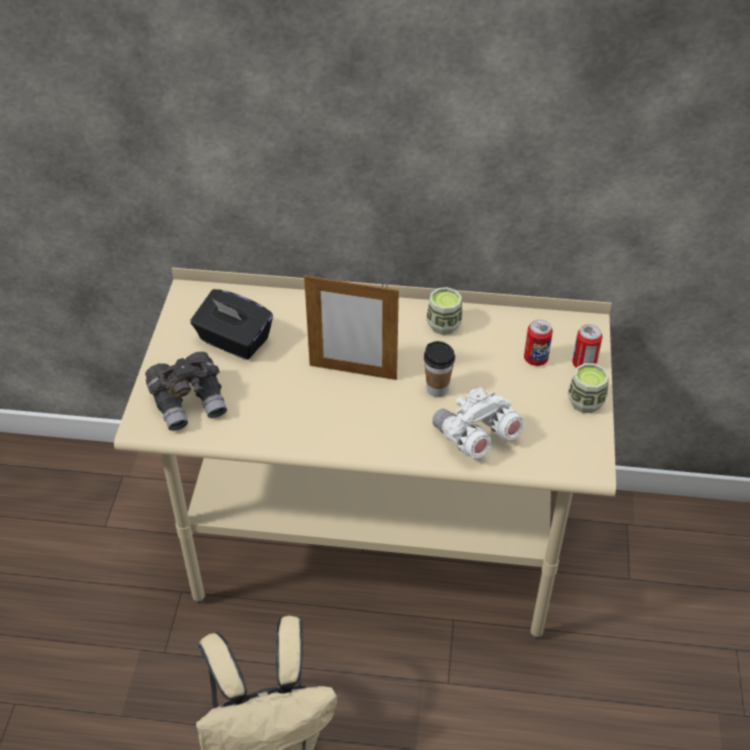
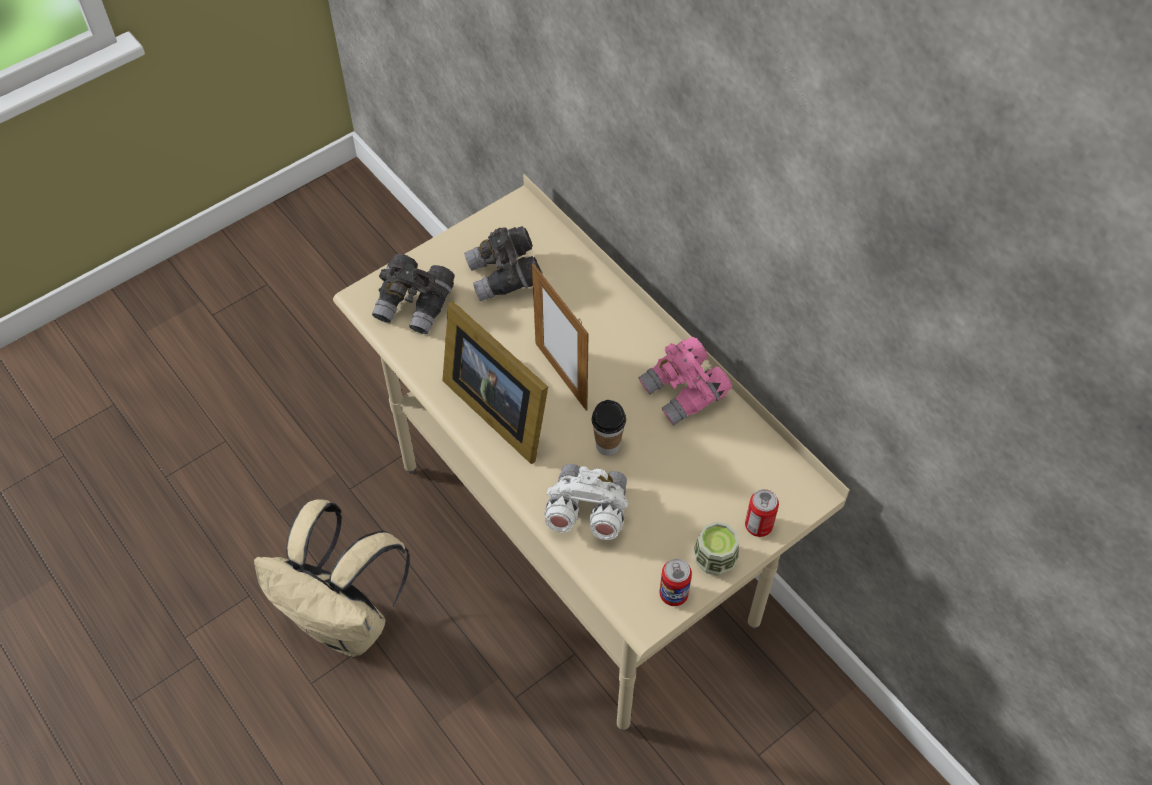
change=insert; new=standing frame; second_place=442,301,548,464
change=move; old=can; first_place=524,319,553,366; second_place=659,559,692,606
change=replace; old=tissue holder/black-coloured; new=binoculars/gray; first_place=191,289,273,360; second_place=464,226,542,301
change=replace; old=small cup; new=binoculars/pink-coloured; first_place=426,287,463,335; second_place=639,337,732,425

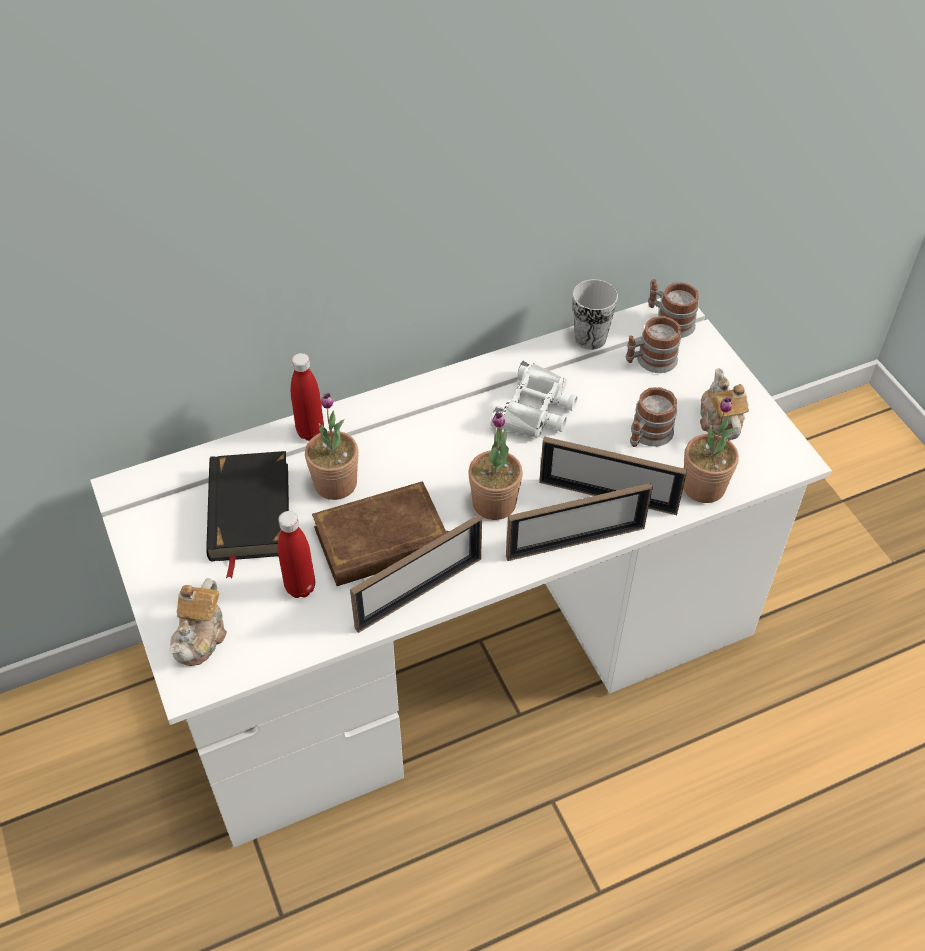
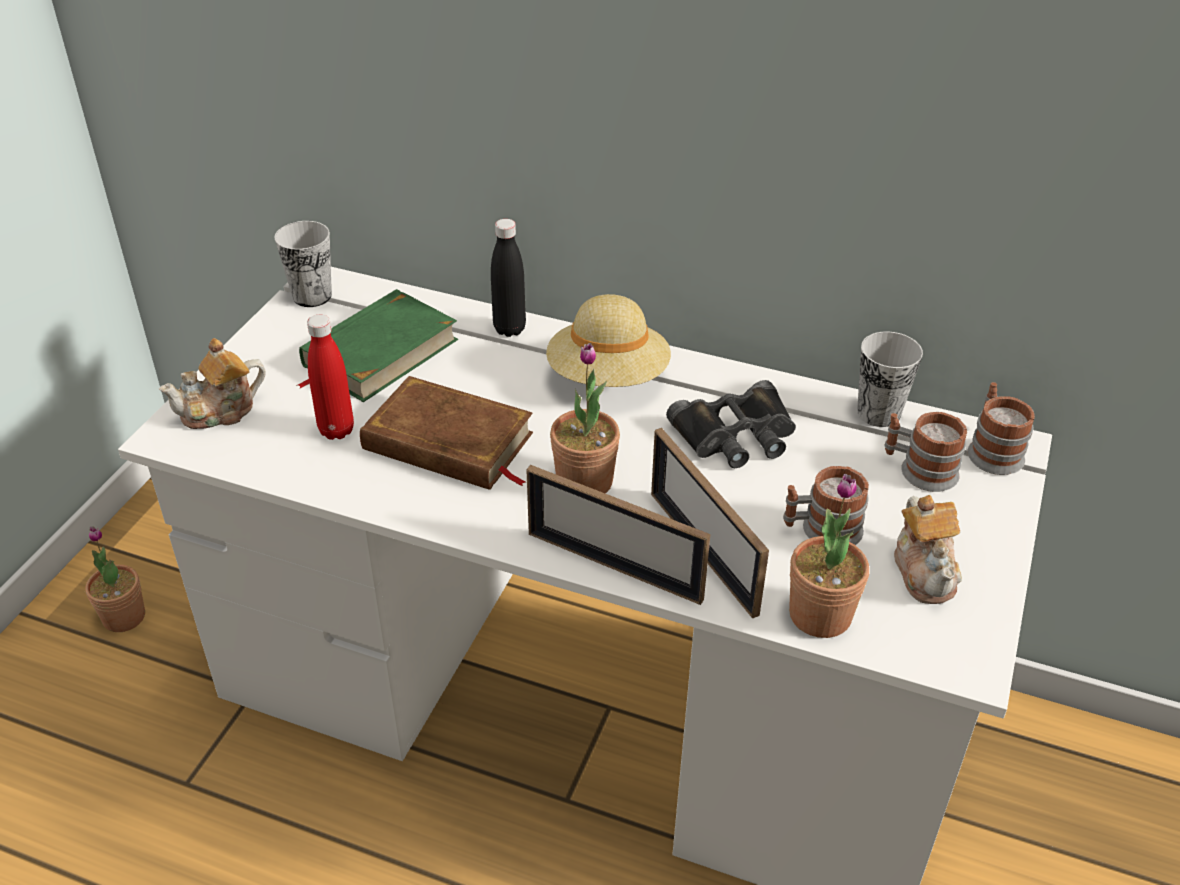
change=delete; old=standing frame; first_place=350,514,482,633
change=insert; new=small cup; second_place=275,221,332,307
change=insert; new=wearable hat/beige-coloured; second_place=546,294,671,387
change=move; old=plant in a pot; first_place=305,393,359,500; second_place=85,526,145,632
change=recolor; old=volume/black-coloured; new=volume/green-coloured; first_place=206,451,289,578; second_place=297,289,458,402
change=recolor; old=beverage bottle/red; new=beverage bottle/black-coloured; first_place=291,353,324,441; second_place=491,219,526,337
change=recolor; old=binoculars/whitish; new=binoculars/black-coloured; first_place=490,360,578,439; second_place=666,380,796,468
change=rotate; old=teapot; first_place=700,368,749,440; second_place=894,495,962,604; degrees=135

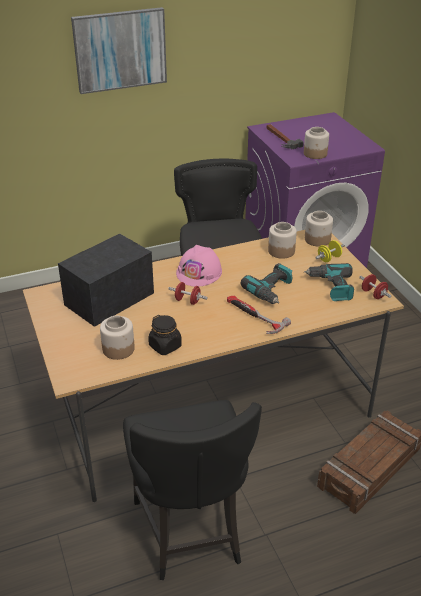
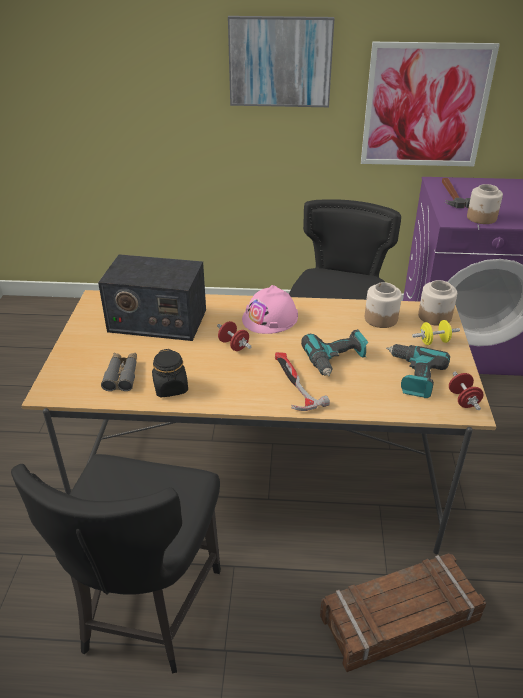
change=insert; new=wall picture; second_place=361,42,500,166
change=replace; old=preserve jar; new=binoculars/gray; first_place=100,316,135,360; second_place=101,353,137,391
change=rotate; old=radio receiver; first_place=58,234,154,327; second_place=98,254,206,341; degrees=-150

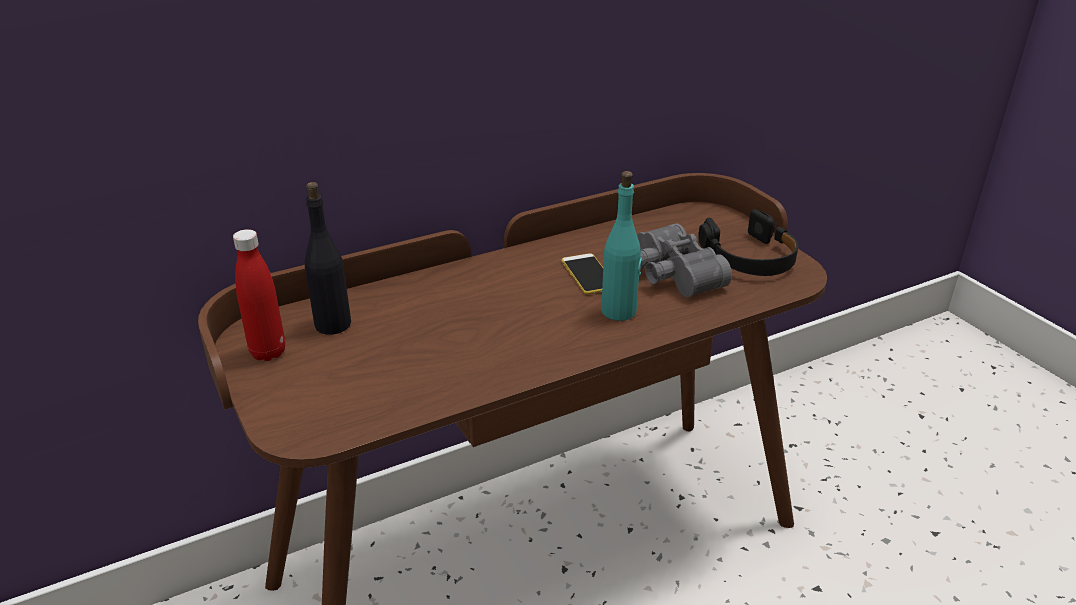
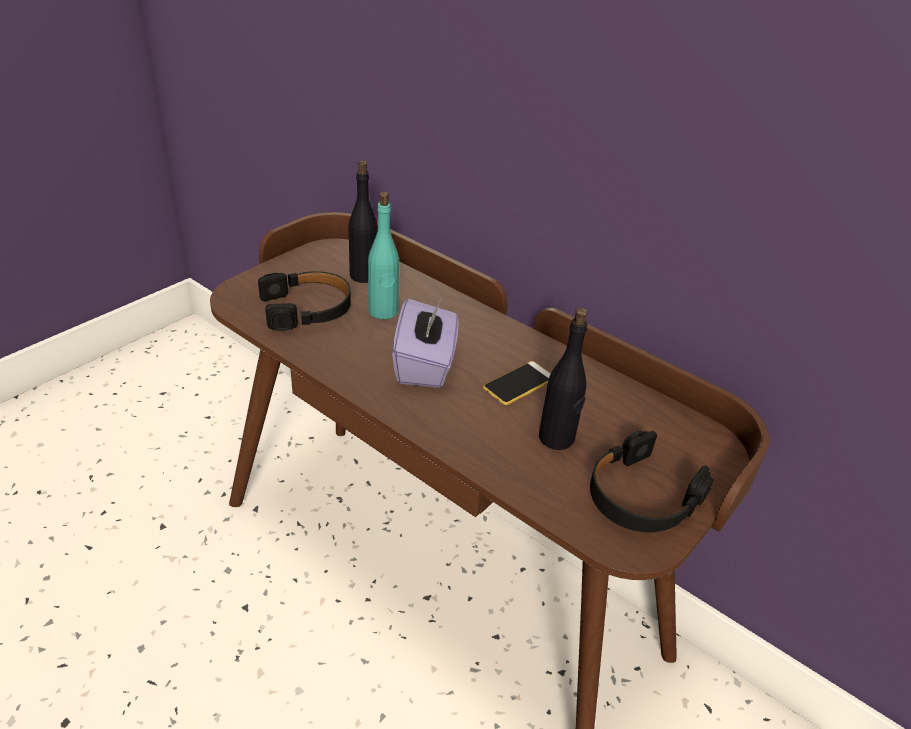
change=delete; old=beverage bottle/red; first_place=233,229,285,361
change=insert; new=headphones/black-coloured; second_place=258,271,351,331
change=insert; new=tissue holder/purple; second_place=392,299,459,388
change=move; old=beverage bottle/turquoise; first_place=601,171,642,321; second_place=368,192,399,319
change=replace; old=binoculars/gray; new=beverage bottle/black-coloured; first_place=637,223,732,297; second_place=539,307,588,450

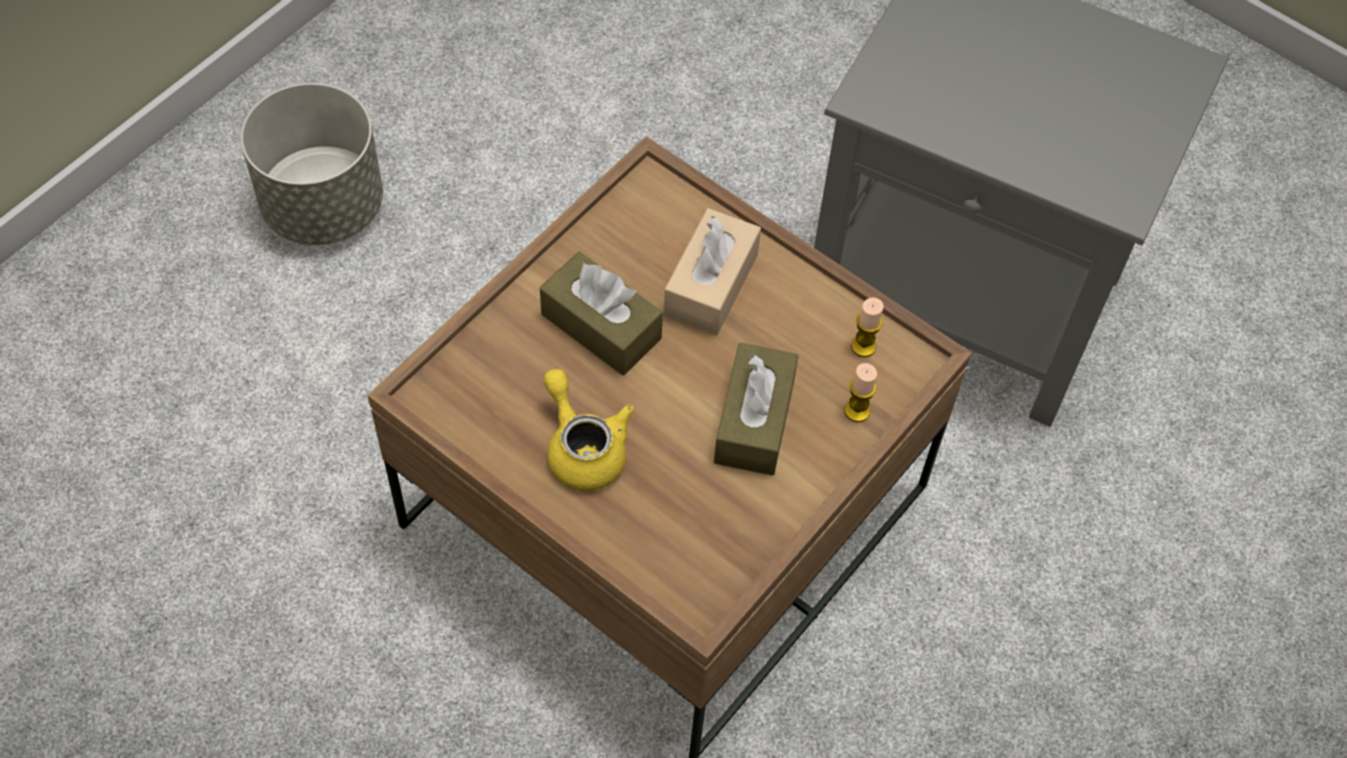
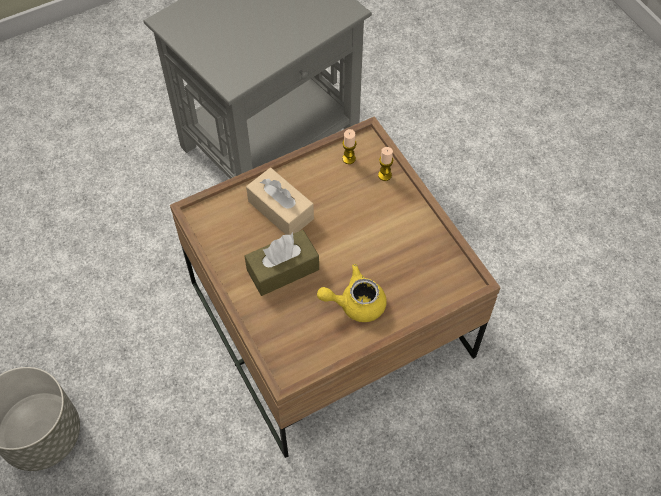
change=delete; old=tissue holder/brown-coloured; first_place=714,343,799,476

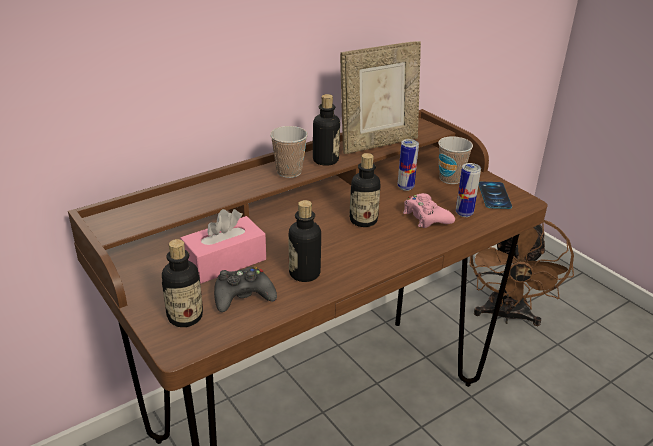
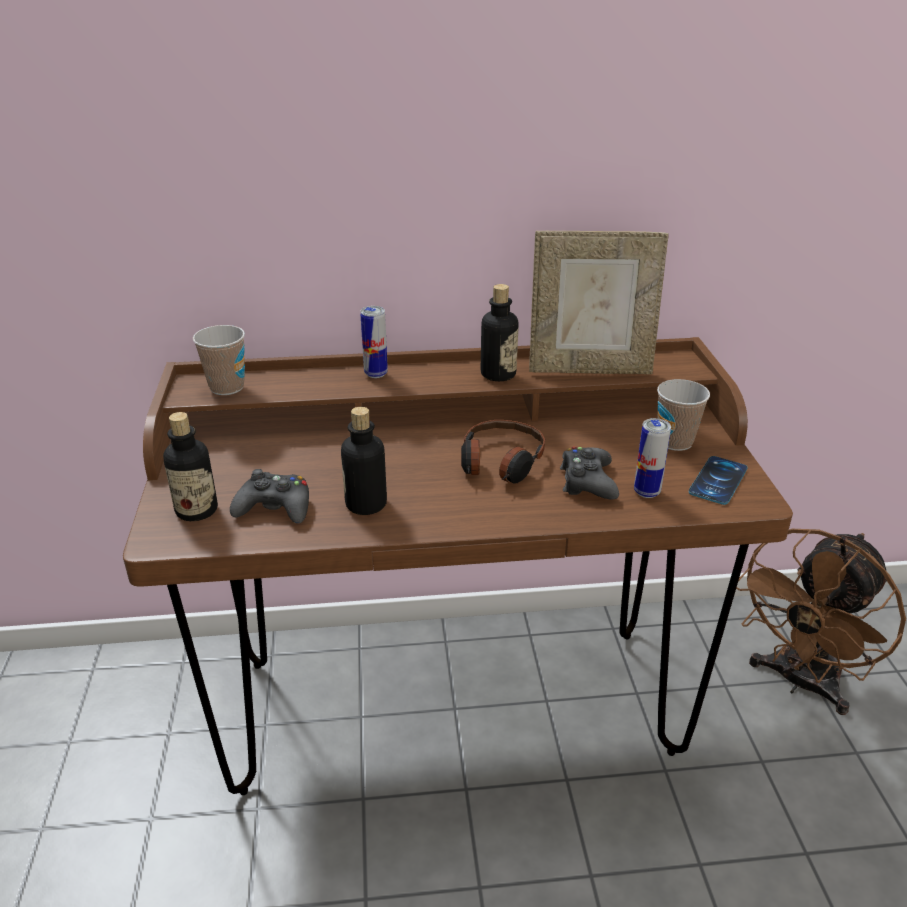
change=delete; old=tissue holder/pink-coloured; first_place=180,209,266,284
change=move; old=small cup; first_place=270,126,308,178; second_place=193,325,245,395
change=move; old=can; first_place=398,139,419,191; second_place=360,306,388,378
change=replace; old=beverage bottle; new=headphones; first_place=349,153,380,227; second_place=461,420,545,483
change=recolor; old=joypad/pink-coloured; new=joypad/black-coloured; first_place=403,193,455,228; second_place=560,447,619,500

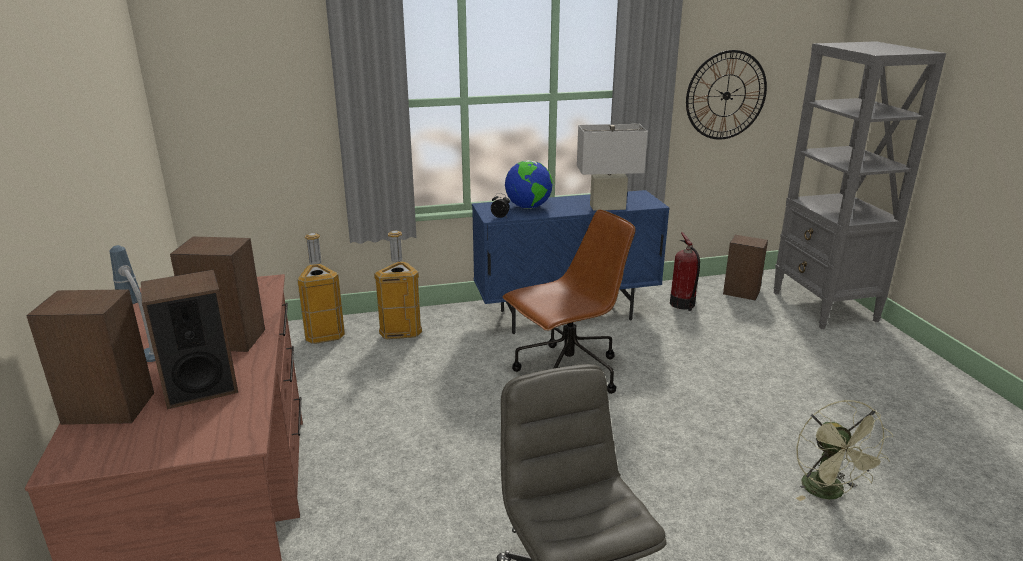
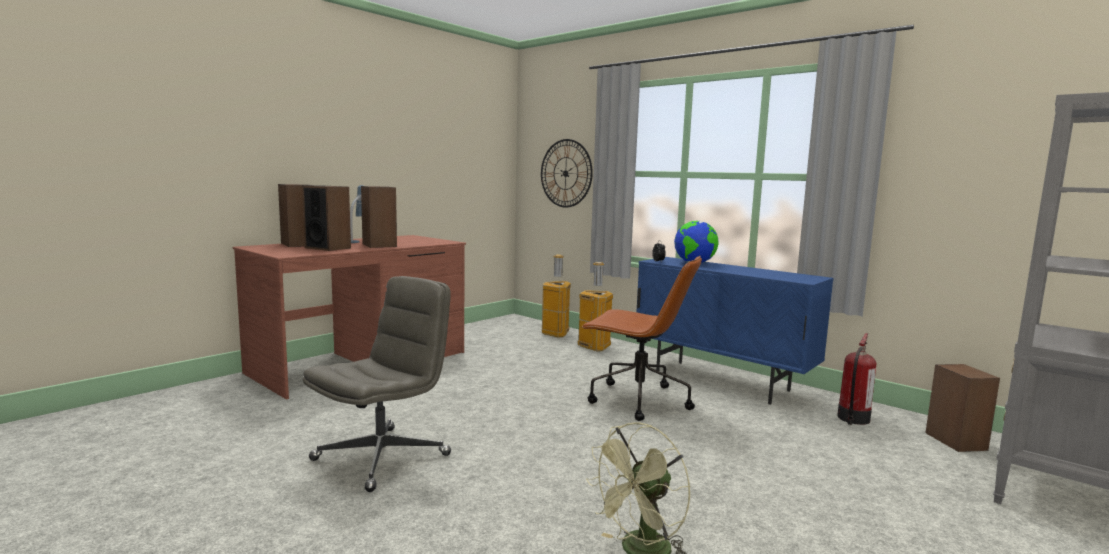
change=delete; old=lamp for a table/whitish; first_place=577,124,648,211
change=move; old=clock on the wall; first_place=686,50,767,140; second_place=541,139,593,208

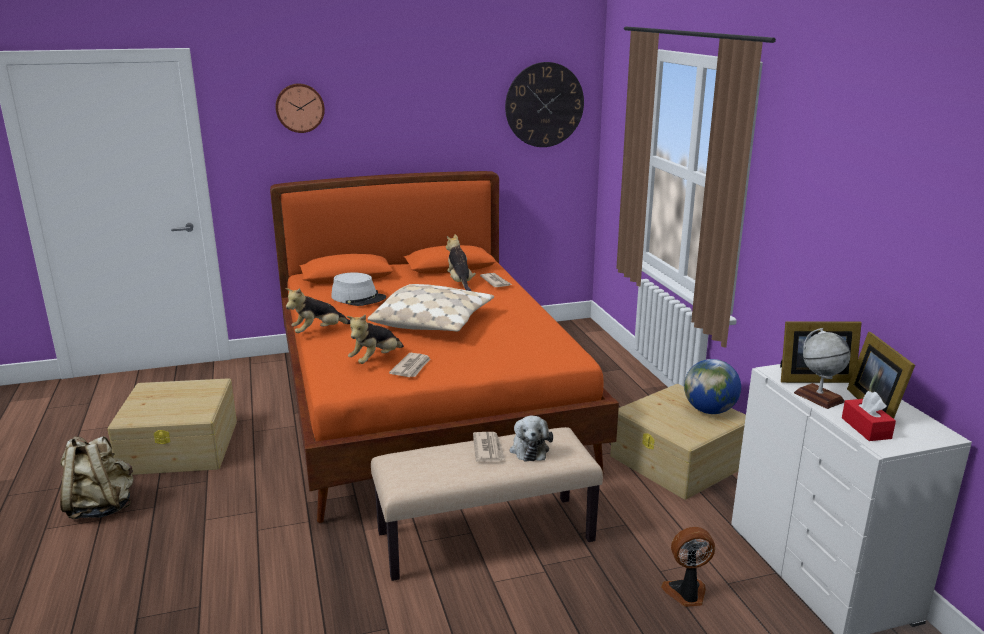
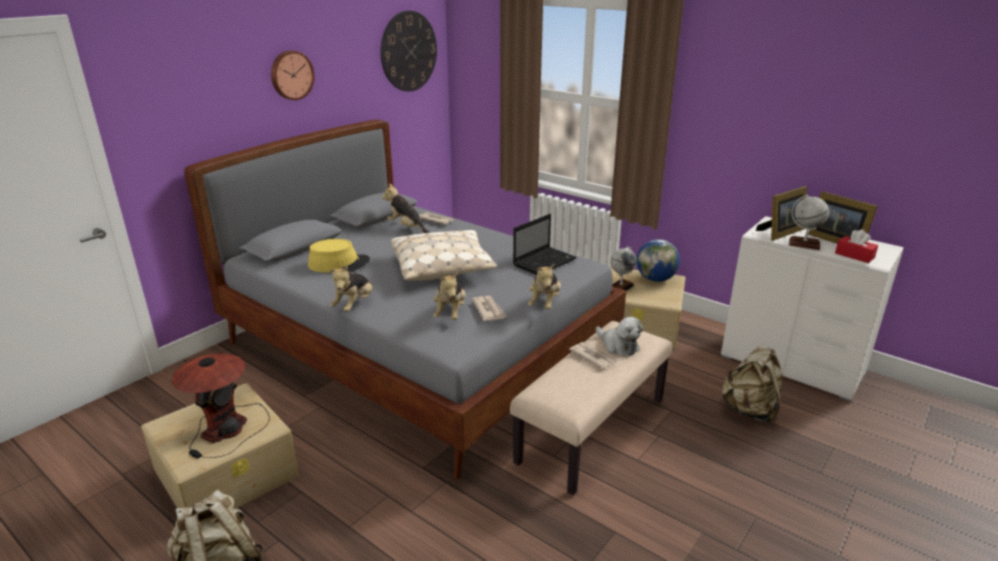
change=insert; new=lamp for a table; second_place=171,353,270,459
change=insert; new=portable computer; second_place=513,214,577,275
change=insert; new=plush toy; second_place=528,264,561,310
change=insert; new=globe; second_place=610,246,637,291
change=move; old=clock on the wall; first_place=275,83,325,133; second_place=271,51,315,100
change=replace; old=electric fan; new=rucksack/beige-coloured; first_place=661,527,715,607; second_place=721,345,783,424
change=recolor; old=bedroom bed/orange; new=bedroom bed/gray; first_place=270,171,619,523; second_place=184,119,626,479
change=recolor; old=wearable hat/gray; new=wearable hat/yellow; first_place=331,273,386,306; second_place=308,239,370,272

